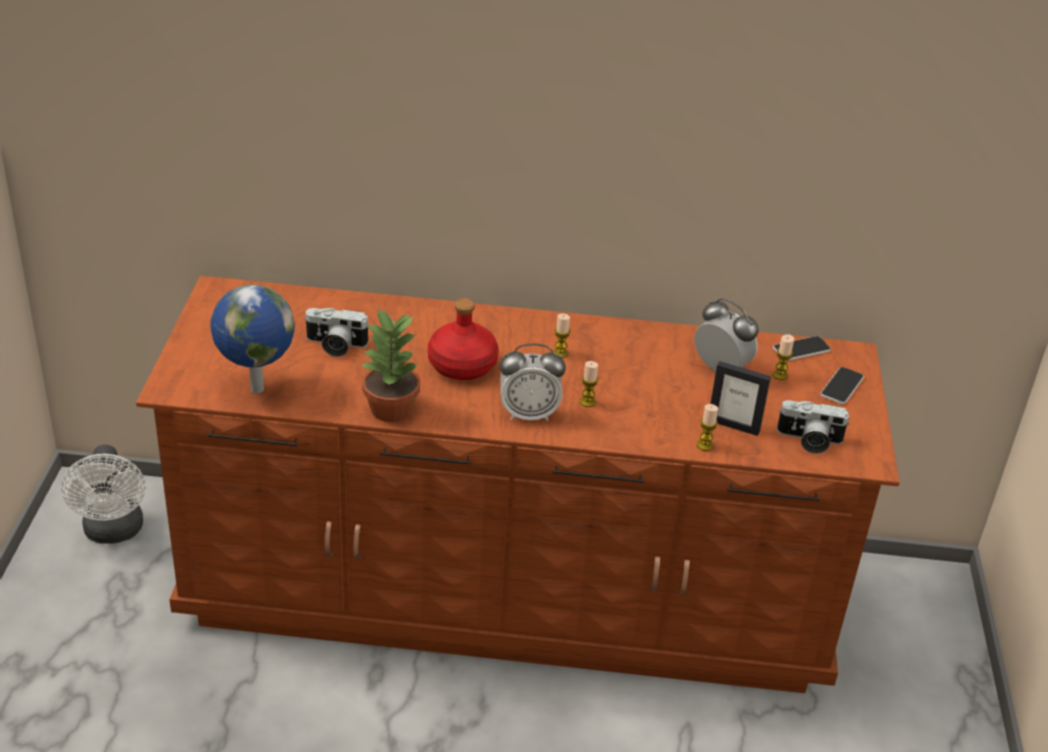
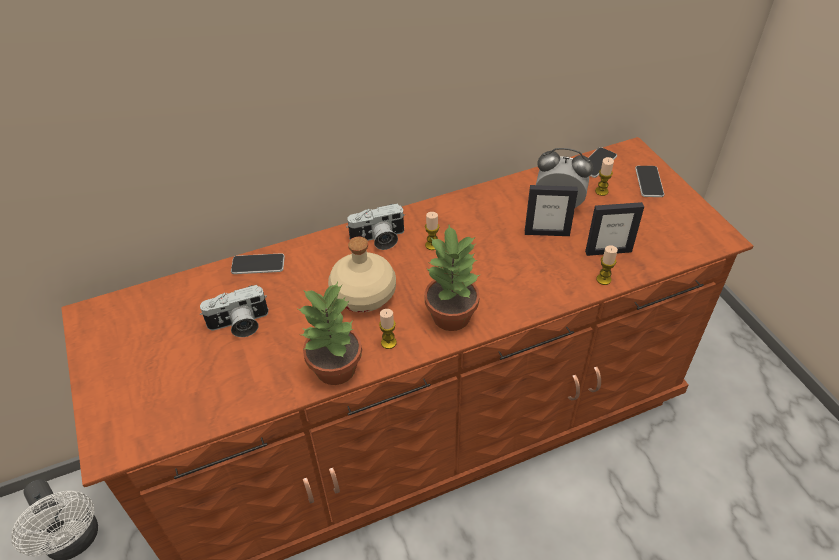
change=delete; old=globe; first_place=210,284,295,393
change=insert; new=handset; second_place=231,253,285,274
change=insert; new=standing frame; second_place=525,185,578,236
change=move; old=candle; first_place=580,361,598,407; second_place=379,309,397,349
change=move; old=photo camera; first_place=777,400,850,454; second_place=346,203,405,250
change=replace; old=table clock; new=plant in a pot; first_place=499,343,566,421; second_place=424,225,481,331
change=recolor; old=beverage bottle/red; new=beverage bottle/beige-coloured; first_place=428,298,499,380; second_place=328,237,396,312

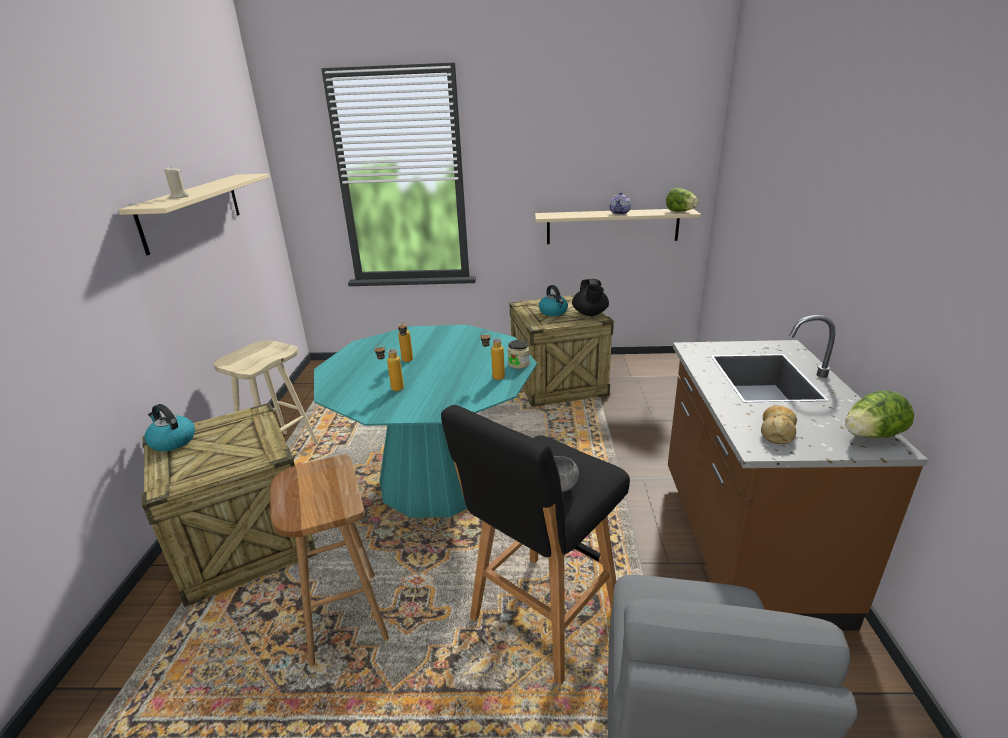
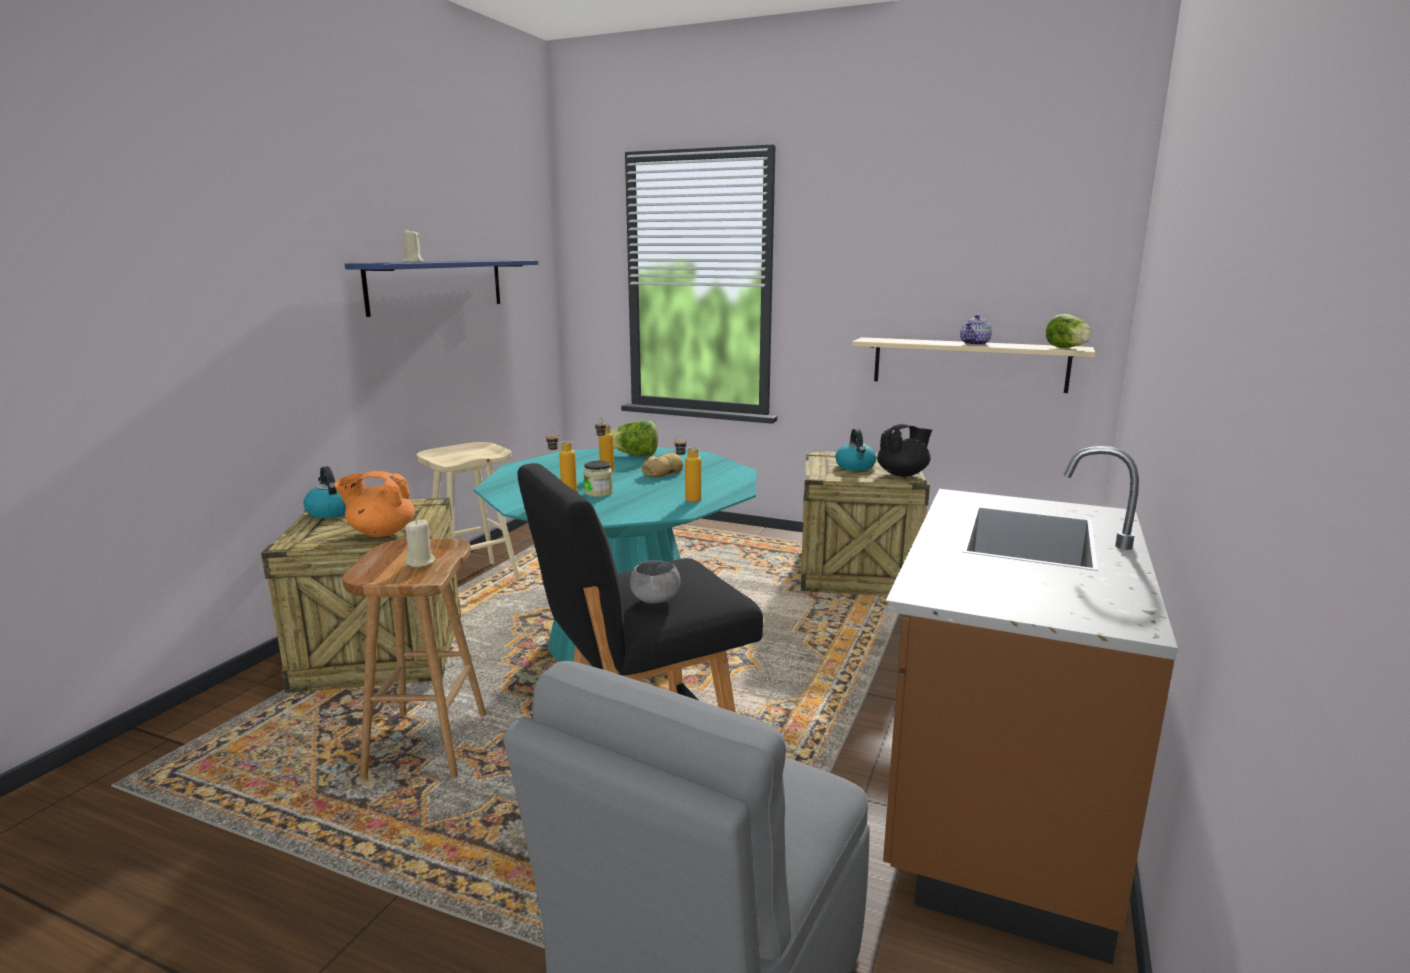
change=insert; new=teapot/orange; second_place=334,471,415,537
change=insert; new=candle/beige-coloured; second_place=405,519,436,567
change=move; old=preserve jar; first_place=508,340,530,369; second_place=583,461,613,497
change=move; old=baked bread; first_place=761,405,797,444; second_place=642,453,683,477
change=move; old=lettuce; first_place=845,391,914,438; second_place=611,420,658,456
change=recolor; old=shelf/beige-coloured; new=shelf/blue; first_place=118,174,270,255; second_place=345,260,538,317
change=rotate; old=teapot/black-coloured; first_place=572,279,609,316; second_place=877,424,932,476; degrees=-135

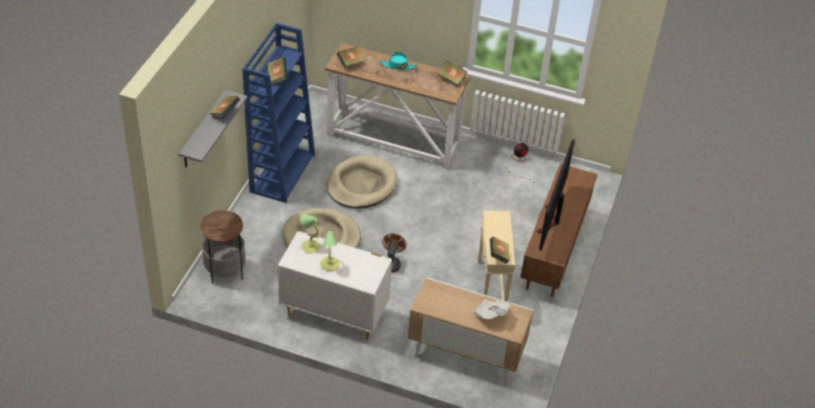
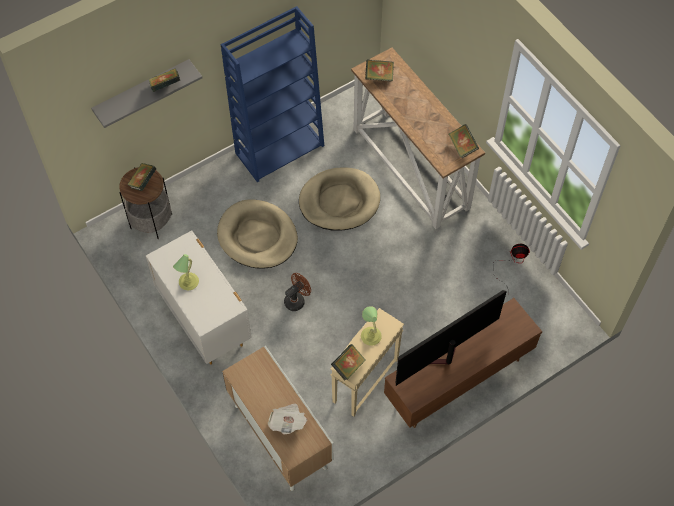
change=delete; old=wearable hat/turquoise; first_place=380,52,417,70
change=move; old=volume; first_place=267,57,287,85; second_place=127,163,157,191
change=move; old=lamp for a table; first_place=300,214,321,254; second_place=361,306,382,346

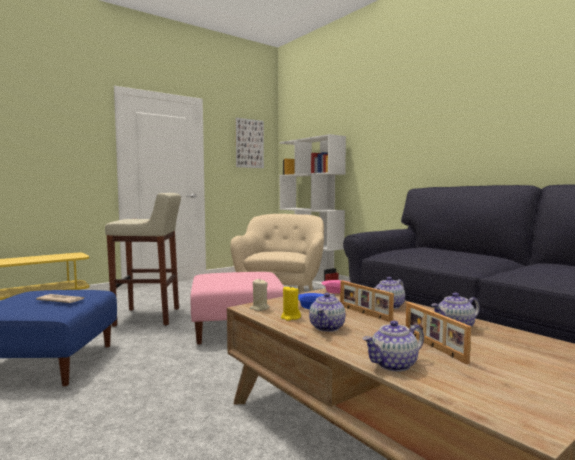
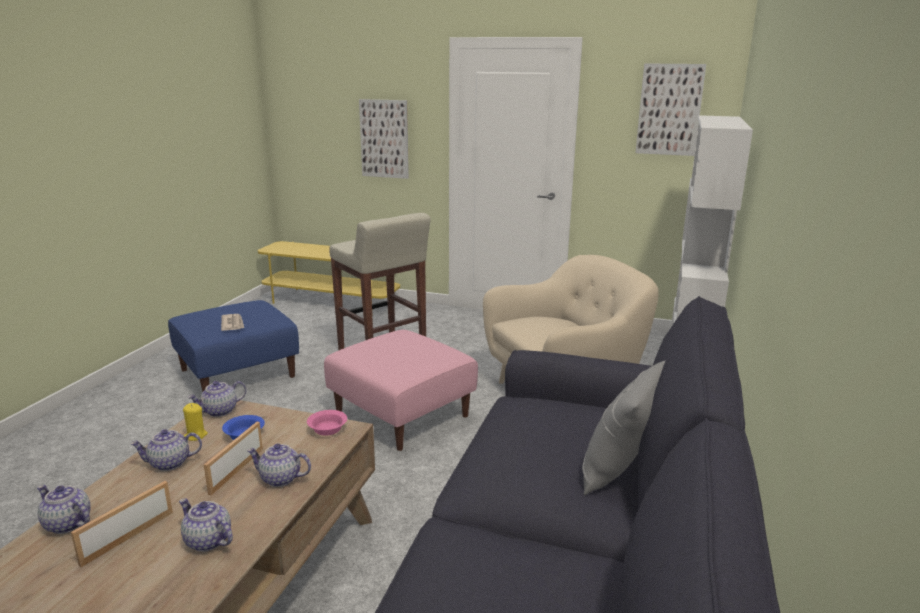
change=insert; new=wall picture; second_place=359,99,409,179
change=insert; new=pillow/gray; second_place=582,361,665,495
change=replace; old=candle/beige-coloured; new=teapot; first_place=250,279,269,311; second_place=188,381,246,417

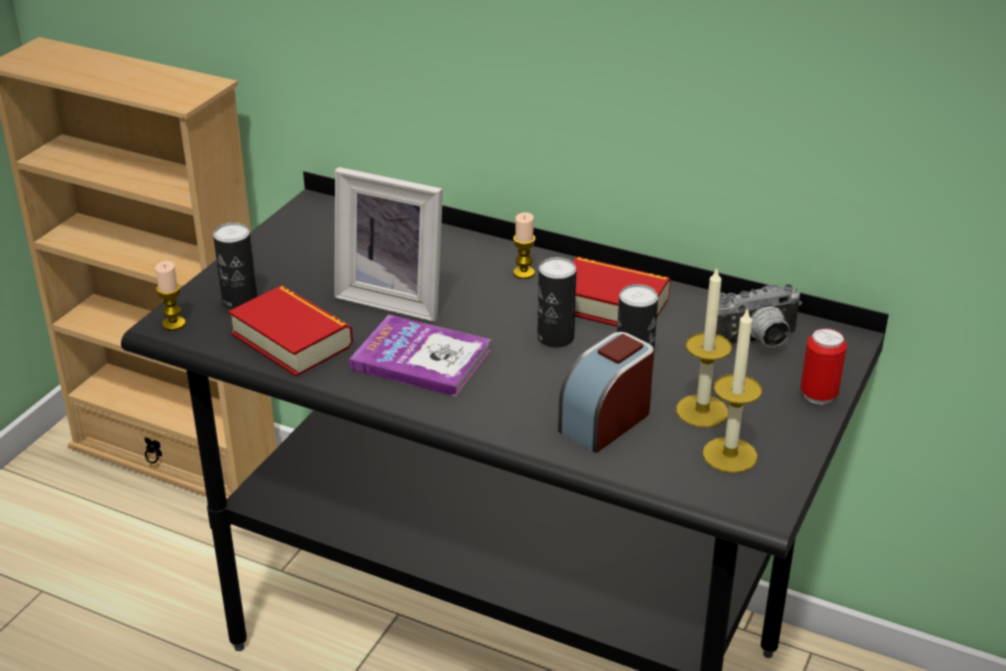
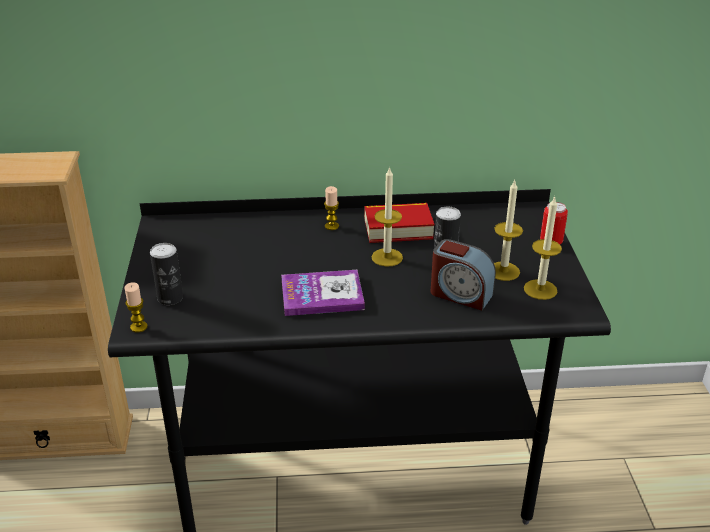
change=delete; old=volume; first_place=228,285,353,377
change=delete; old=standing frame; first_place=334,167,443,322
change=delete; old=photo camera; first_place=716,284,802,347
change=replace; old=can; new=candle; first_place=537,257,577,348; second_place=371,166,403,267
change=rotate; old=table clock; first_place=558,332,654,453; second_place=431,239,496,311; degrees=-75

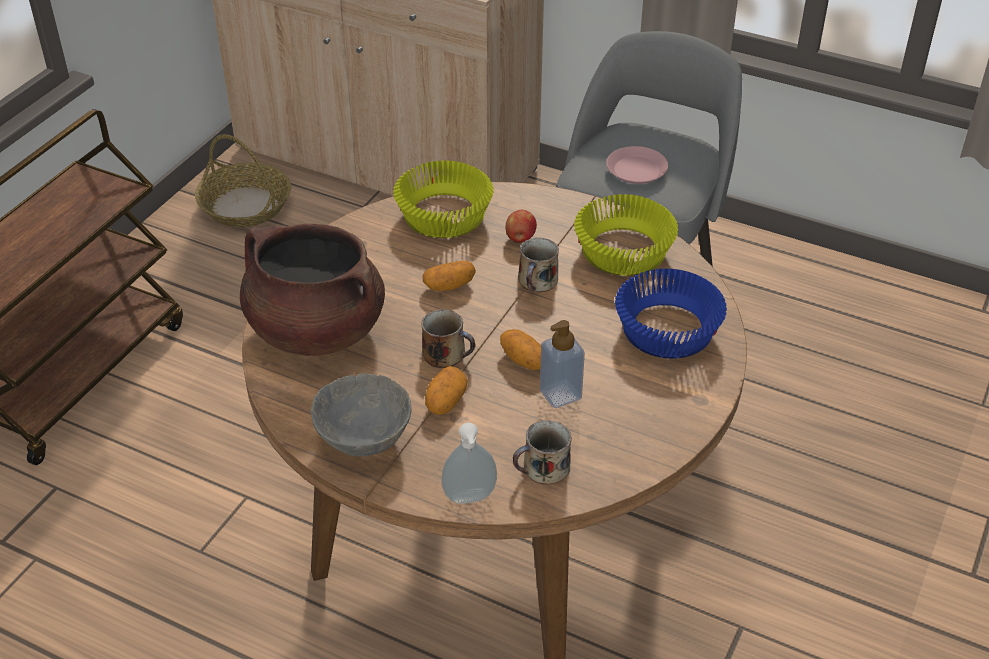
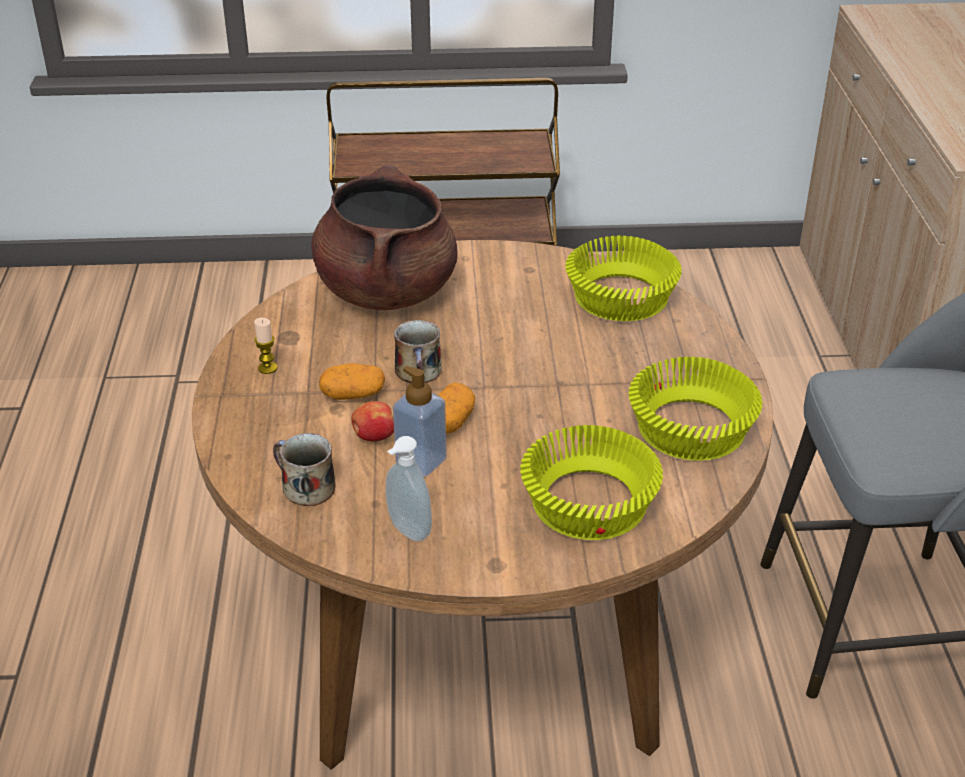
change=delete; old=household basket; first_place=195,134,291,227
change=delete; old=whole potato; first_place=423,261,476,291
change=delete; old=coffee mug; first_place=518,238,559,292
change=delete; old=flat dish/pink-coloured; first_place=606,146,668,184
change=move; old=liquid soap bottle; first_place=441,423,497,504; second_place=386,436,432,542
change=move; old=apple fruit; first_place=505,210,537,243; second_place=351,401,394,441
change=replace; old=serving bowl/gray; new=candle; first_place=311,374,411,457; second_place=254,318,278,374
change=recolor; old=serving bowl/blue; new=serving bowl/yellow; first_place=615,269,727,358; second_place=520,425,663,540

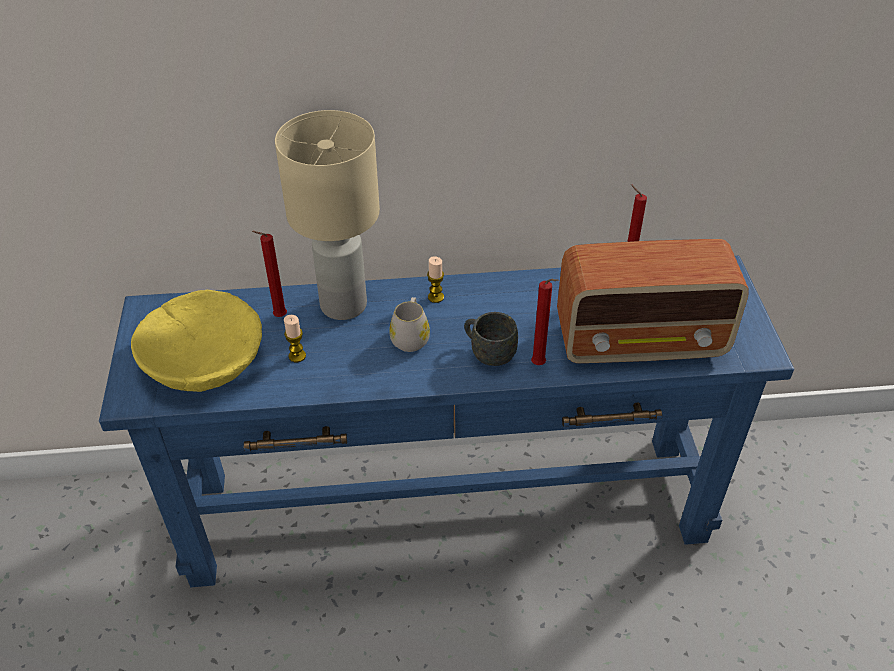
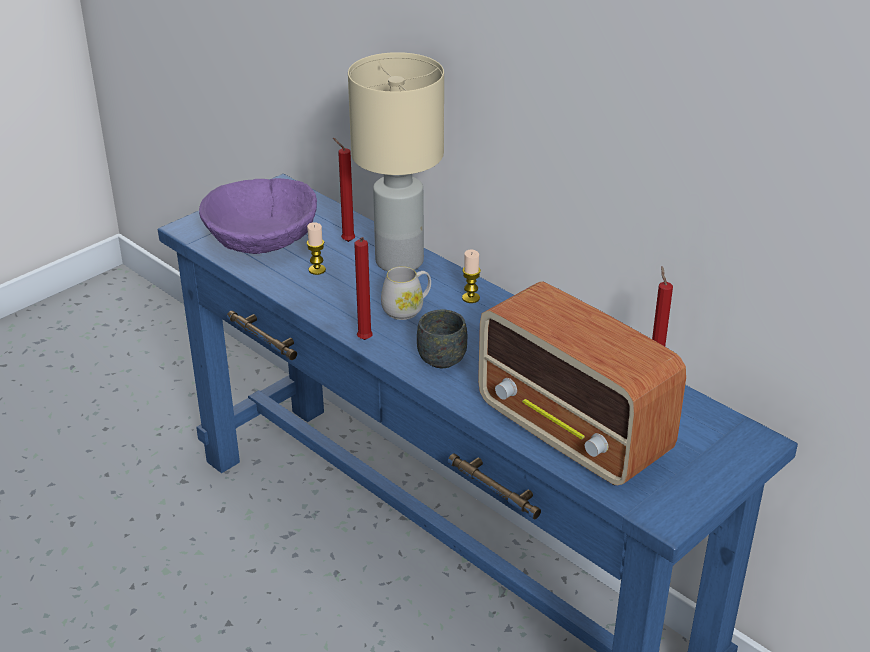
change=move; old=candle/red; first_place=531,279,559,365; second_place=354,237,373,340
change=recolor; old=serving bowl/yellow; new=serving bowl/purple; first_place=131,290,262,392; second_place=199,178,317,254

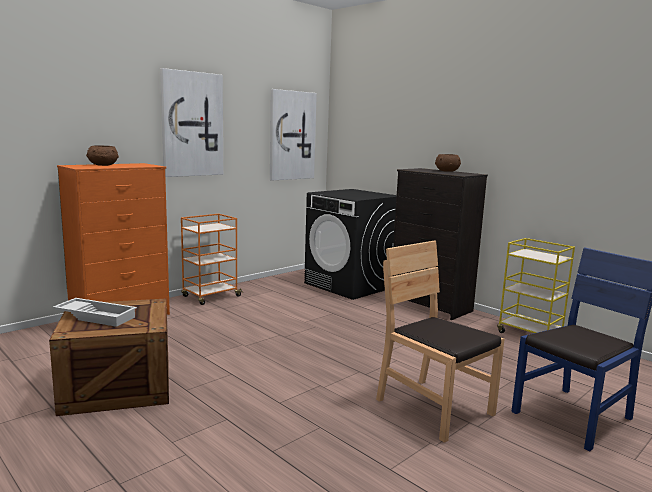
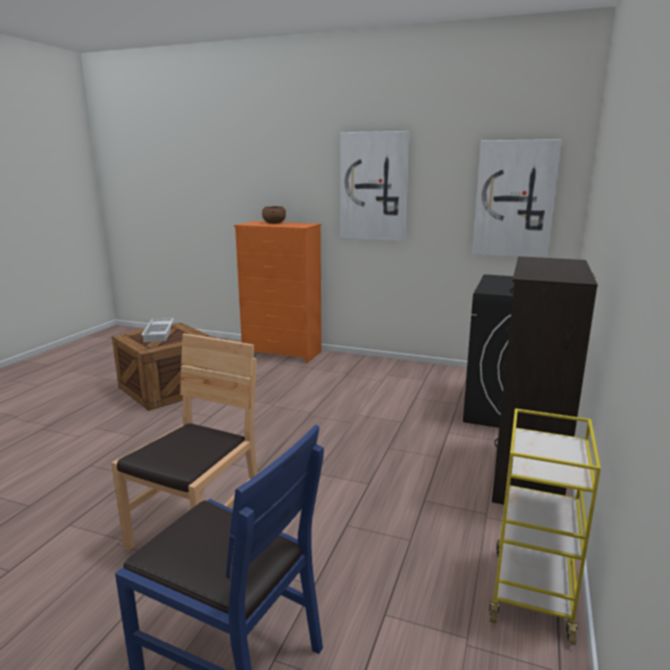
change=delete; old=wheeled cart/orange; first_place=181,214,243,305
change=delete; old=serving bowl/brown-coloured; first_place=435,154,461,172

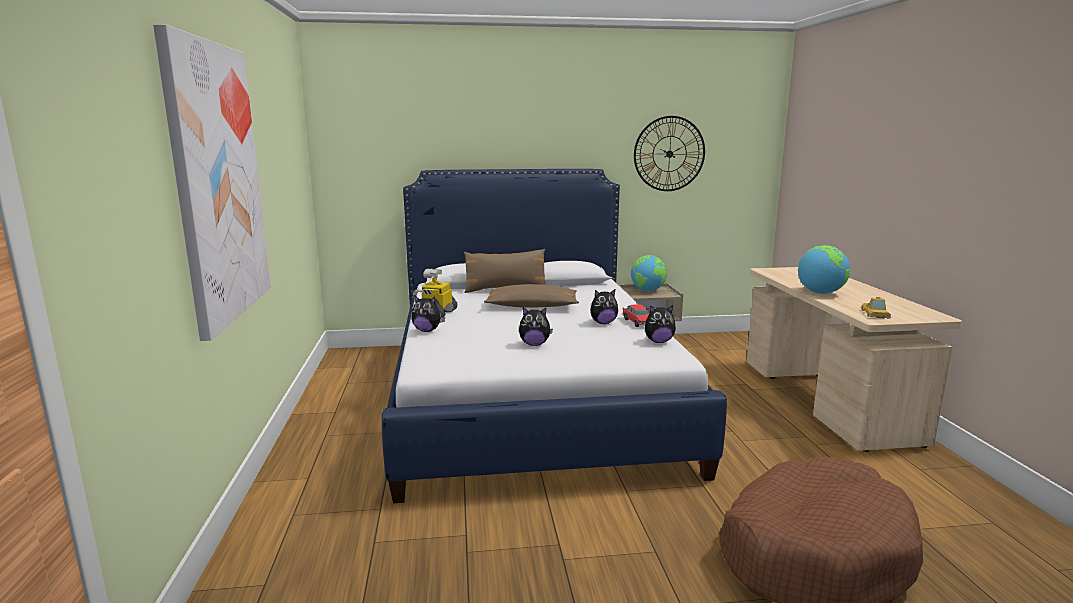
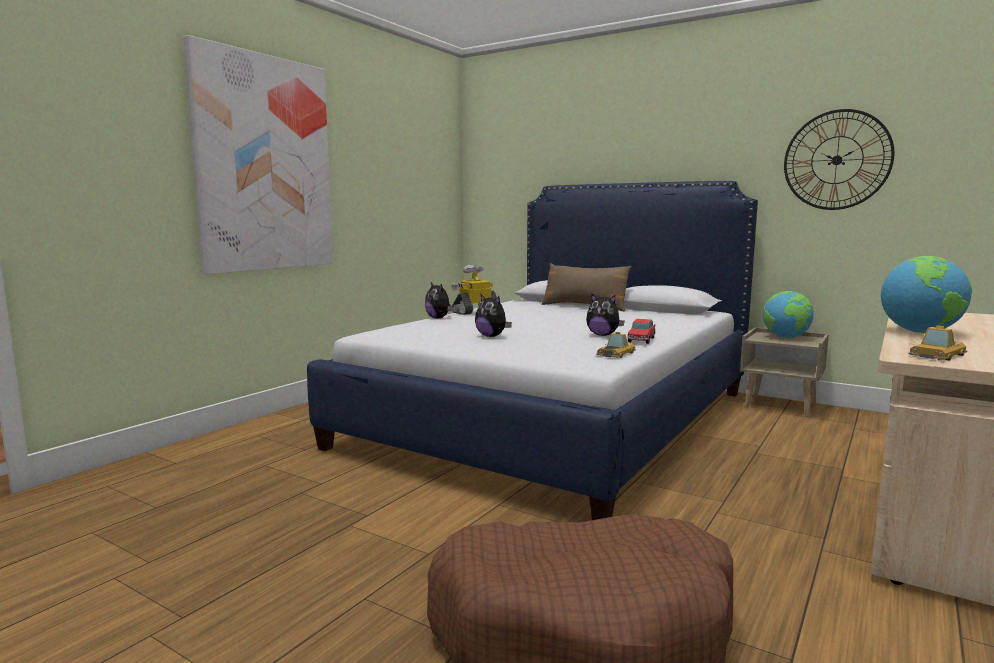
change=delete; old=pillow/brown-coloured; first_place=484,284,579,308
change=replace; old=plush toy; new=toy car; first_place=645,305,676,343; second_place=596,332,636,358

